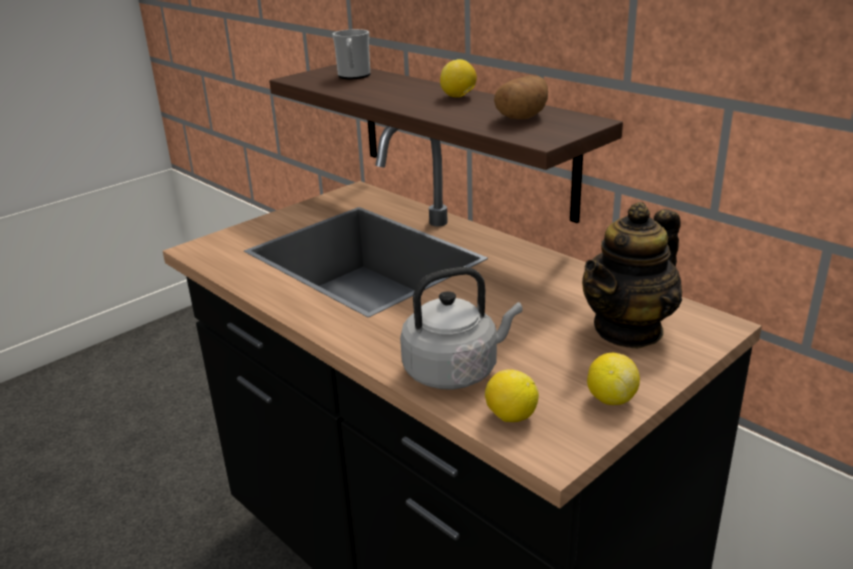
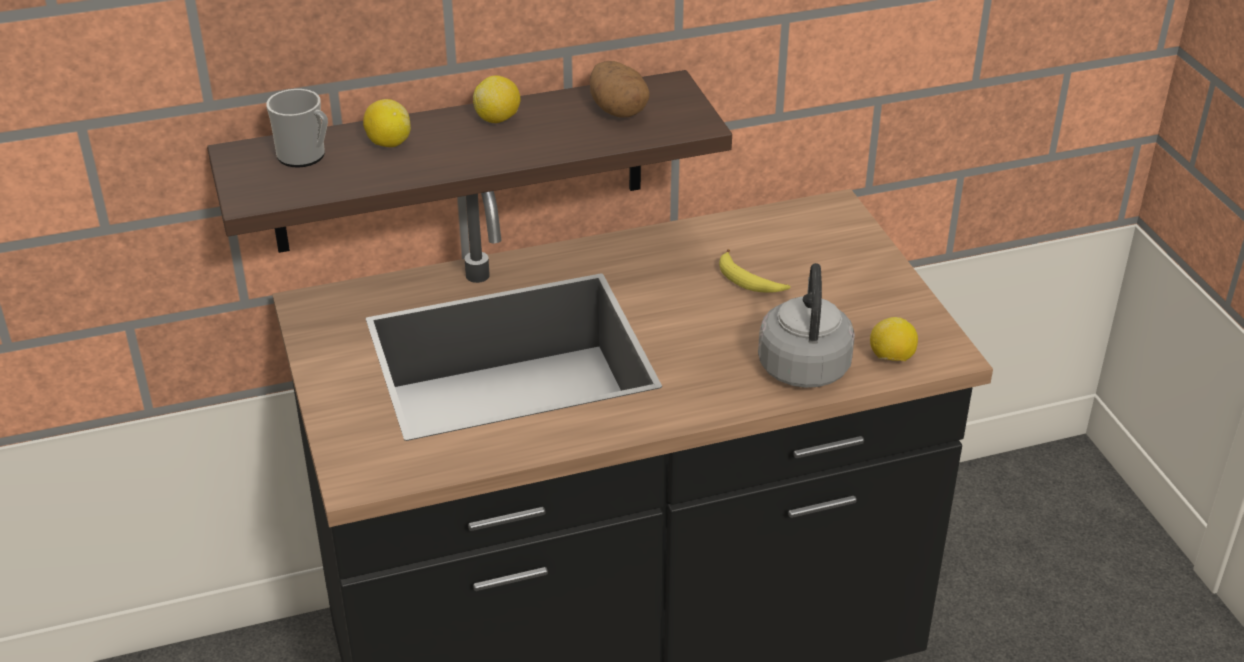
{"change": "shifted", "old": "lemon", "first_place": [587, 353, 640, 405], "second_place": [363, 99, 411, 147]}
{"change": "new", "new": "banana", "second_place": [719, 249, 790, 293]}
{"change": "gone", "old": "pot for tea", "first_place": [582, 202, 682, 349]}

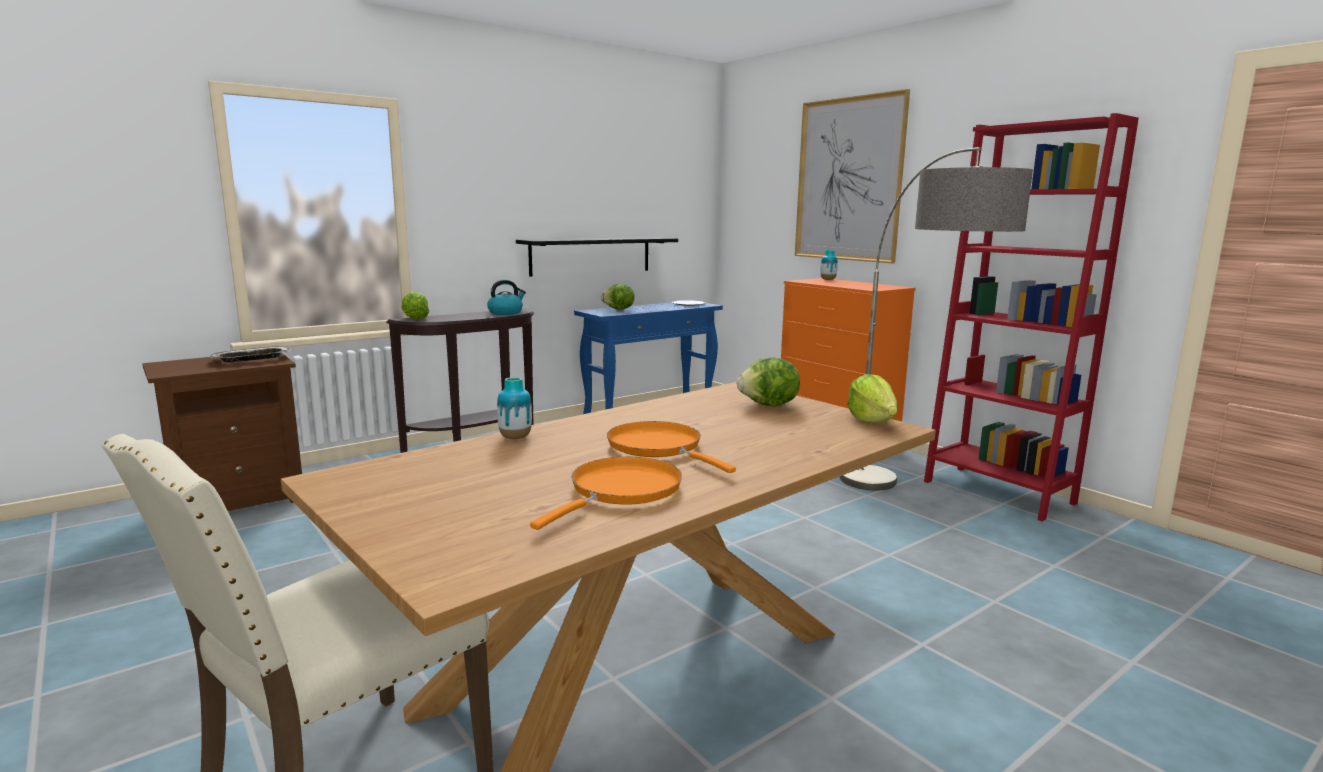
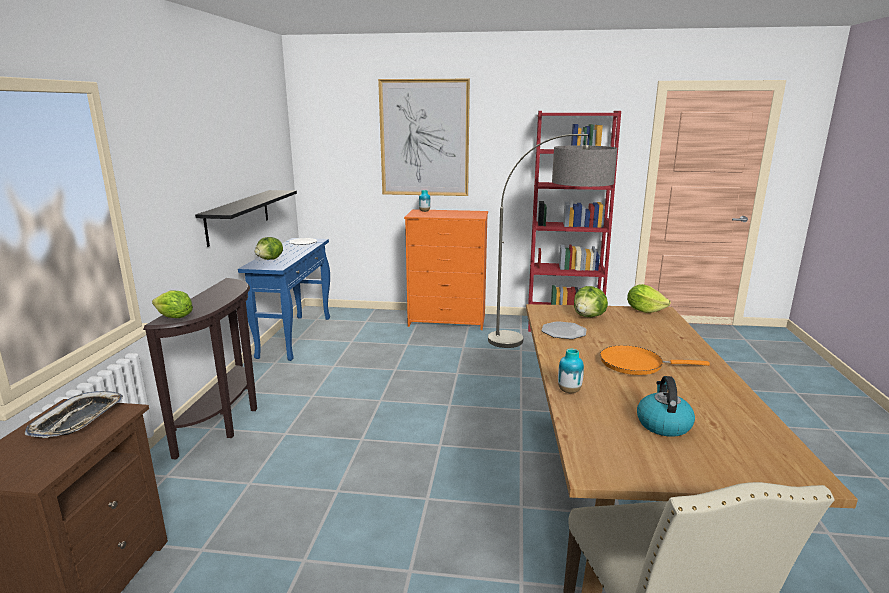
{"change": "new", "new": "dinner plate", "second_place": [542, 321, 586, 339]}
{"change": "shifted", "old": "tea kettle", "first_place": [487, 280, 526, 315], "second_place": [637, 376, 695, 437]}
{"change": "gone", "old": "pan/orange", "first_place": [530, 457, 682, 530]}

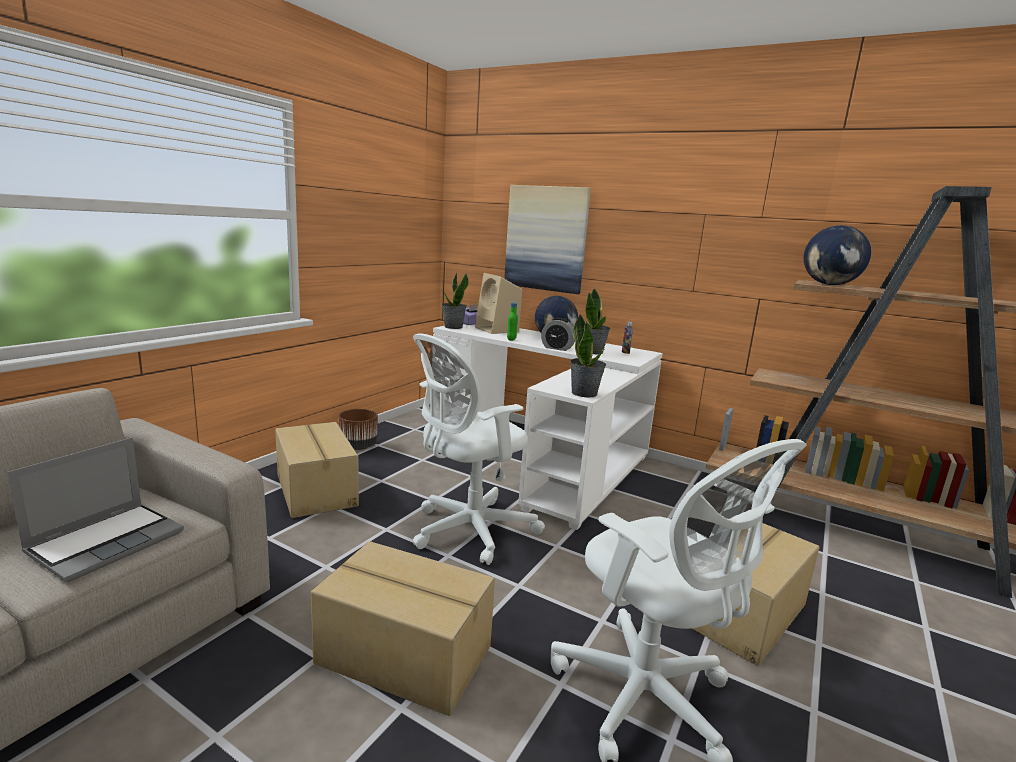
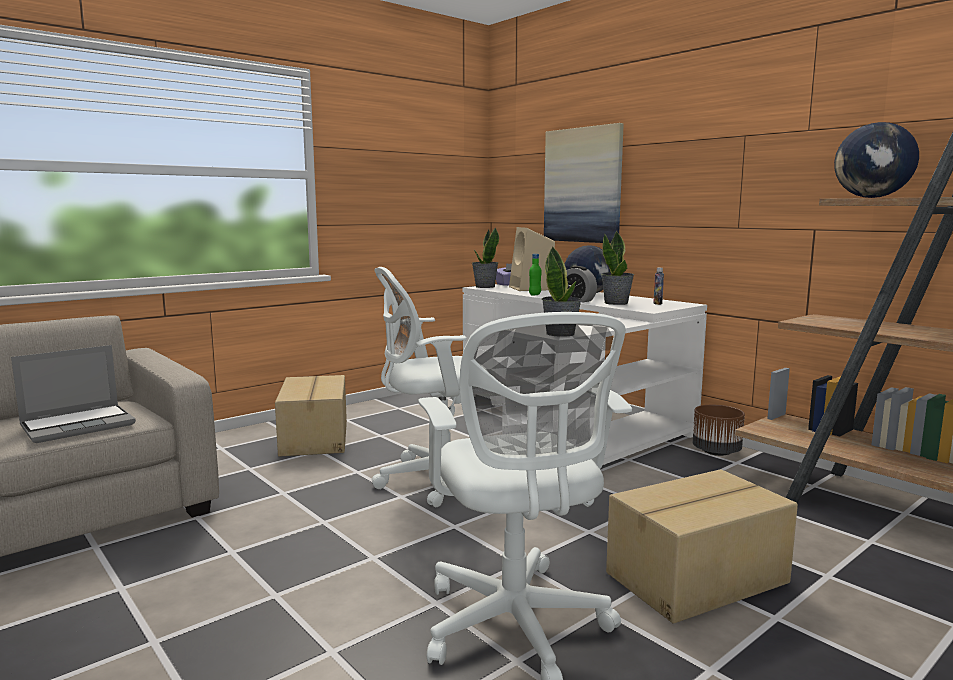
{"change": "shifted", "old": "plant pot/brown-coloured", "first_place": [339, 409, 378, 450], "second_place": [693, 405, 745, 456]}
{"change": "gone", "old": "carton", "first_place": [311, 541, 495, 716]}

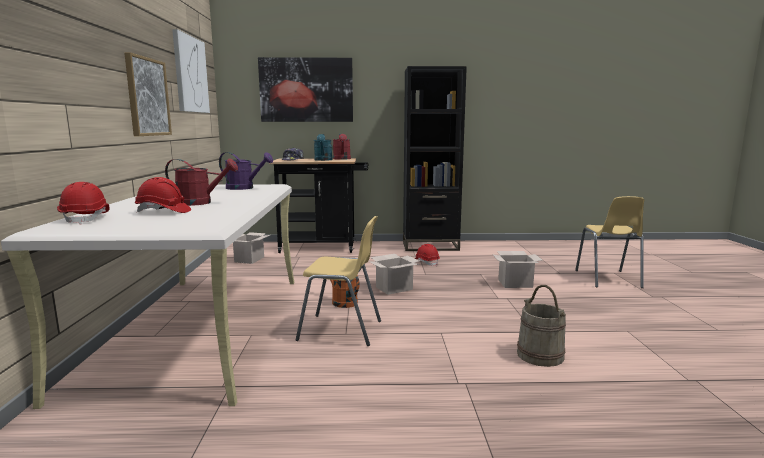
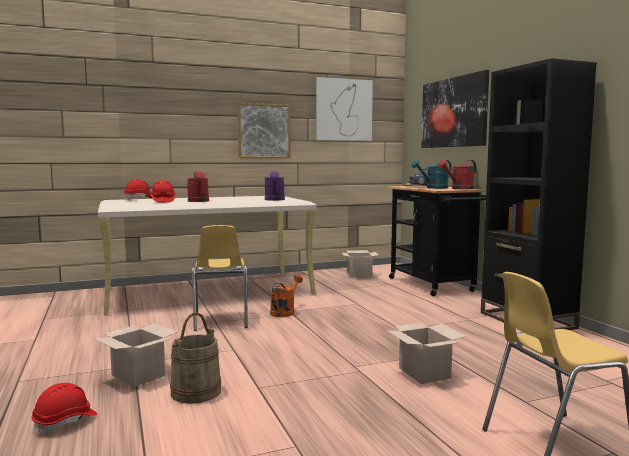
{"change": "shifted", "old": "safety helmet/reddish", "first_place": [415, 244, 440, 266], "second_place": [31, 383, 98, 436]}
{"change": "shifted", "old": "carton", "first_place": [370, 254, 419, 295], "second_place": [94, 324, 177, 387]}

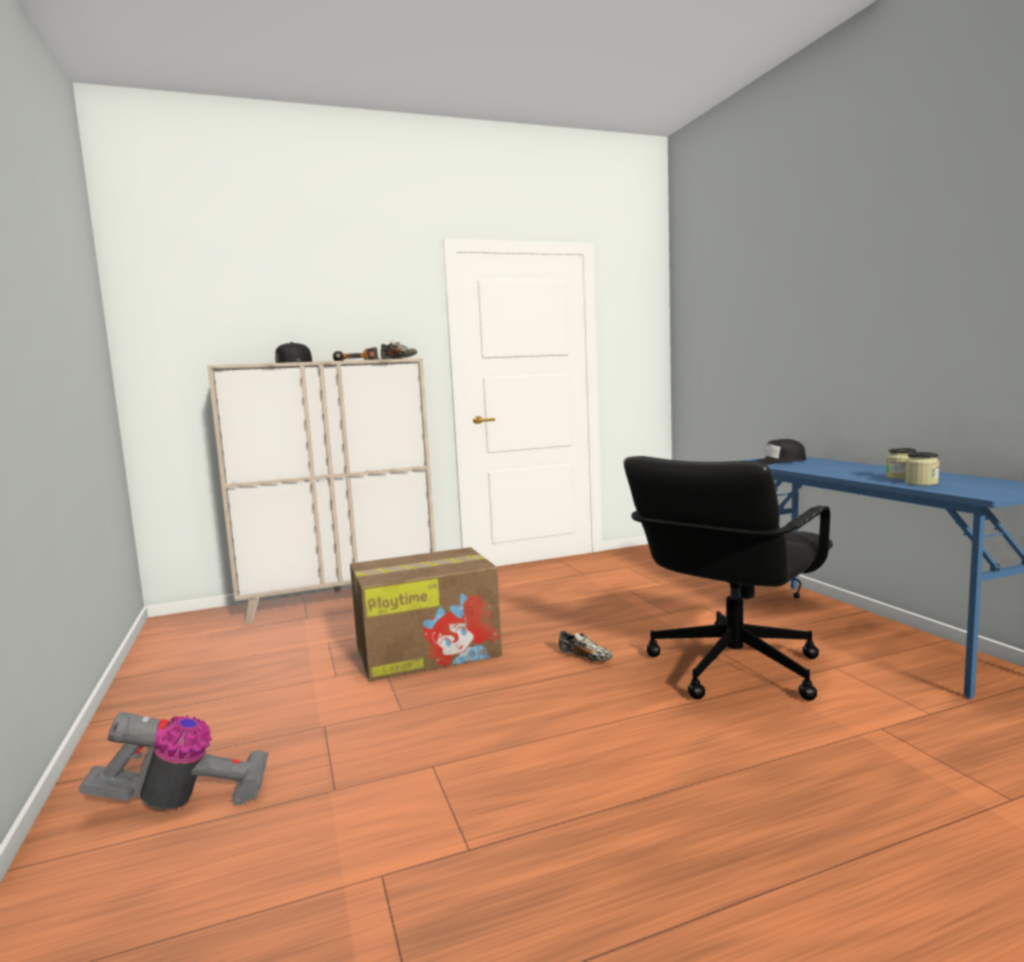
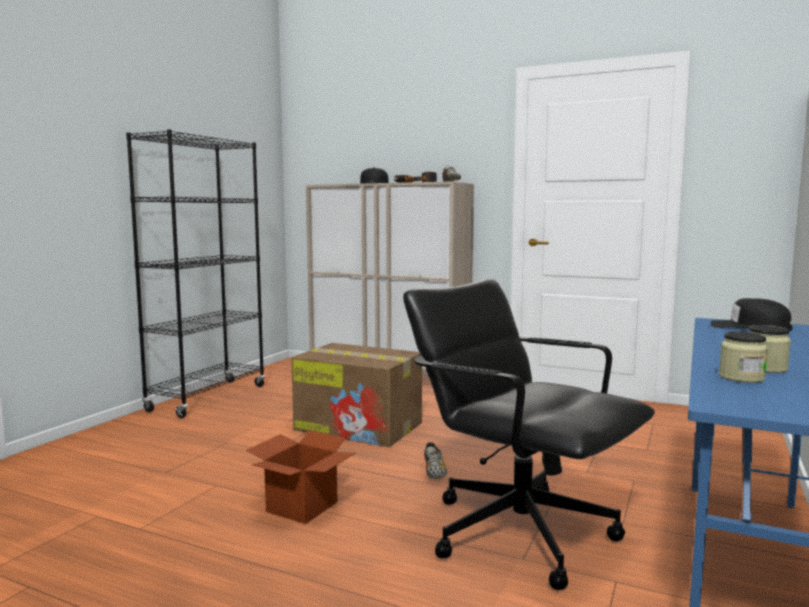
{"change": "new", "new": "bookshelf/blackish", "second_place": [126, 129, 265, 418]}
{"change": "new", "new": "carton", "second_place": [246, 430, 356, 524]}
{"change": "rotated", "old": "desk chair/blackish", "first_place": [623, 456, 833, 701], "second_place": [403, 279, 655, 590], "degrees": 45}
{"change": "gone", "old": "vacuum cleaner", "first_place": [78, 712, 268, 809]}

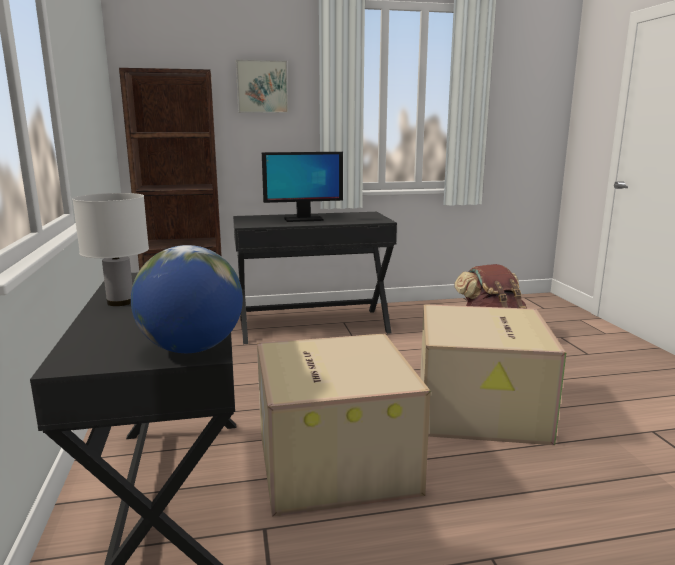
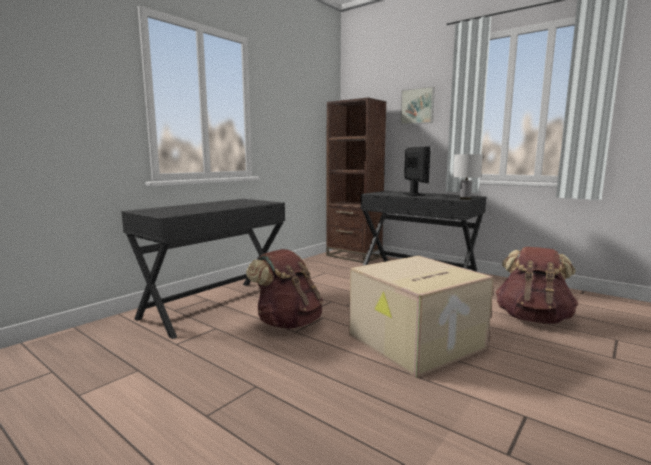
{"change": "swapped", "old": "carton", "new": "backpack/brown-coloured", "first_place": [257, 333, 431, 517], "second_place": [246, 249, 323, 329]}
{"change": "rotated", "old": "computer display", "first_place": [262, 152, 343, 222], "second_place": [403, 146, 431, 196], "degrees": -135}
{"change": "shifted", "old": "lamp for a table/white-coloured", "first_place": [72, 193, 149, 306], "second_place": [453, 154, 483, 200]}
{"change": "gone", "old": "world globe", "first_place": [131, 245, 243, 353]}

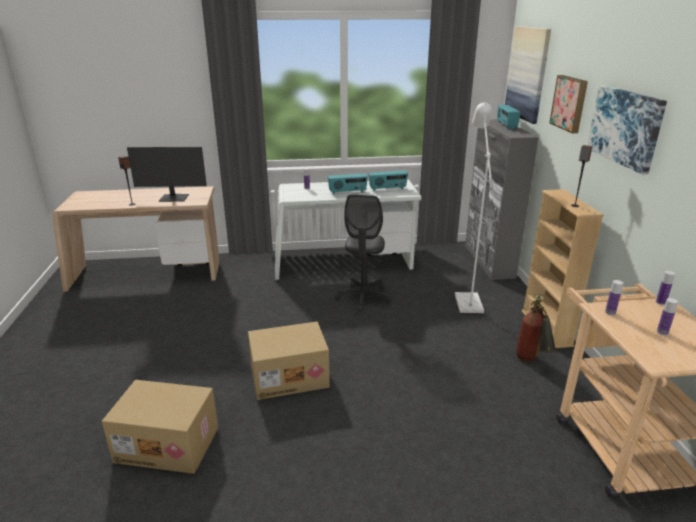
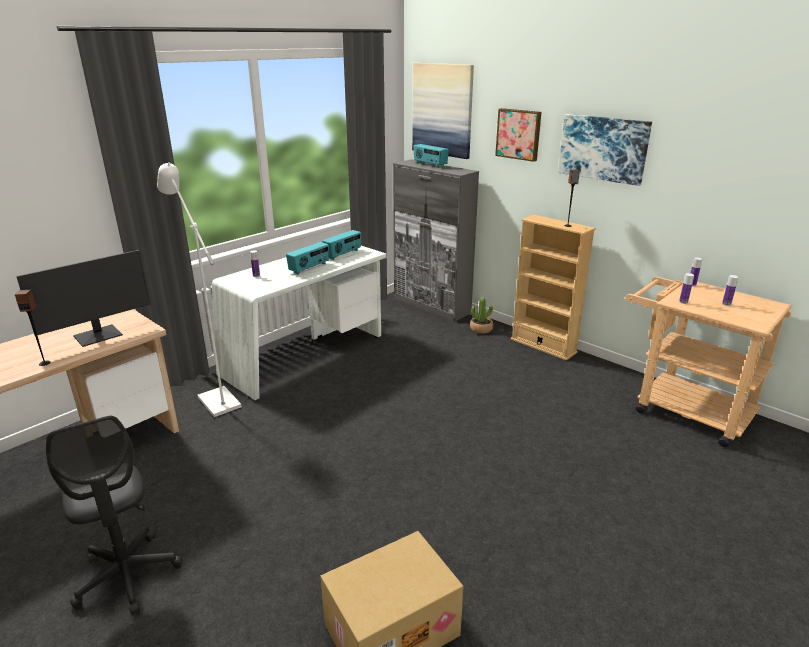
{"change": "shifted", "old": "desk chair/greyish", "first_place": [335, 195, 391, 312], "second_place": [46, 416, 182, 615]}
{"change": "shifted", "old": "floor lamp/white-coloured", "first_place": [455, 102, 493, 313], "second_place": [157, 162, 242, 417]}
{"change": "new", "new": "potted plant", "second_place": [470, 297, 493, 334]}
{"change": "gone", "old": "carton", "first_place": [248, 321, 330, 400]}
{"change": "gone", "old": "extinguisher", "first_place": [516, 295, 556, 362]}

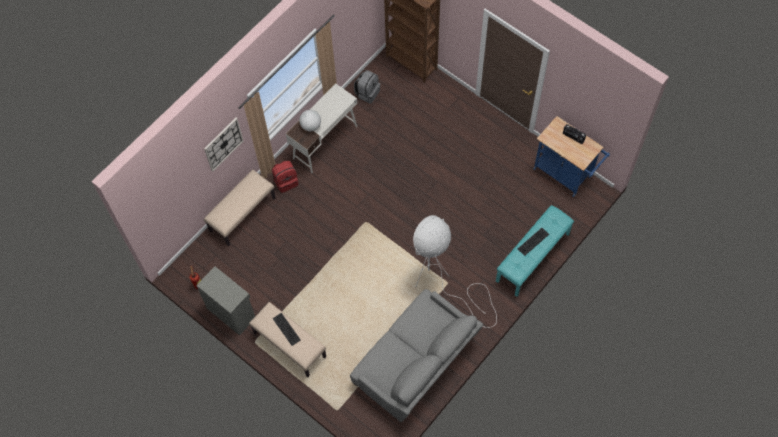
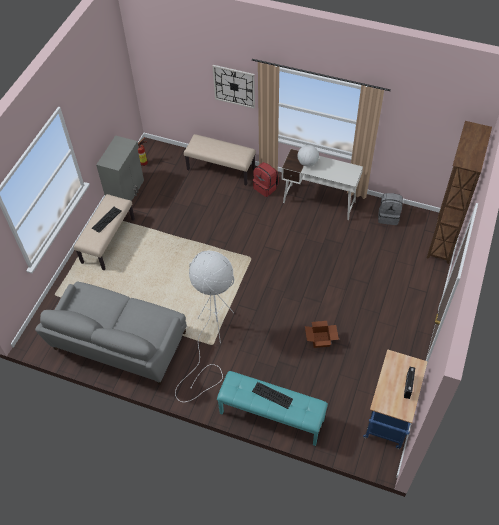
{"change": "new", "new": "carton", "second_place": [305, 321, 339, 348]}

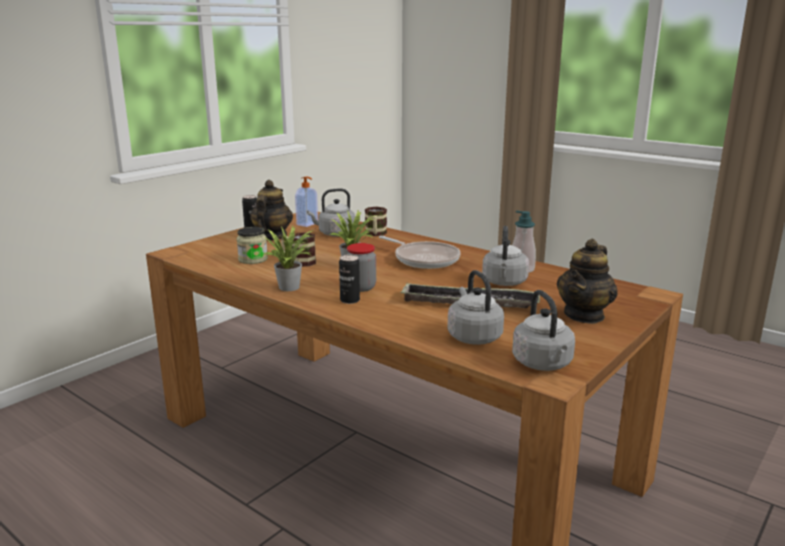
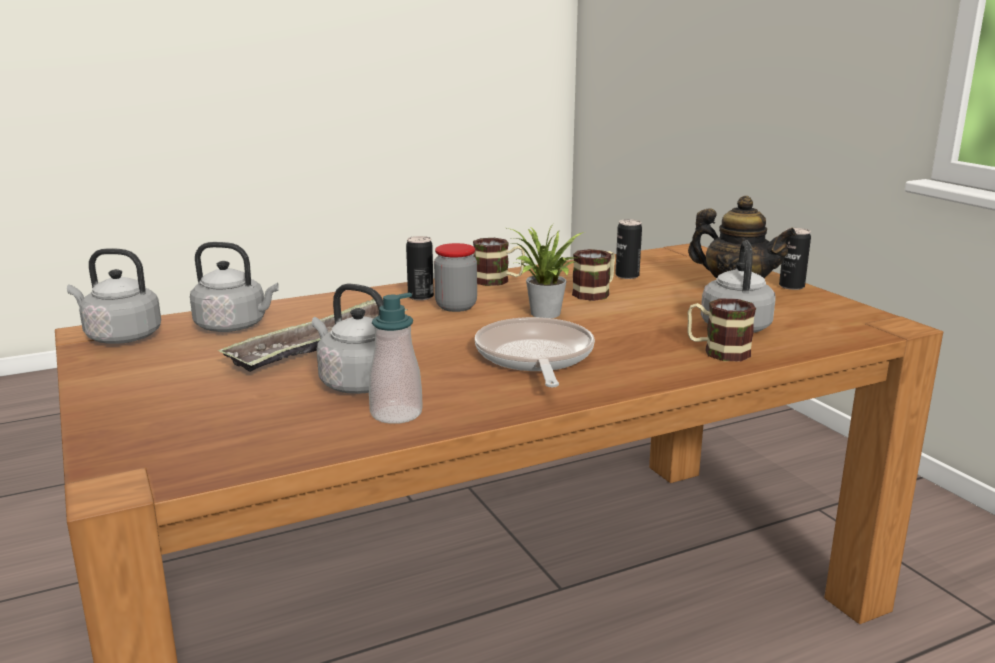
{"change": "swapped", "old": "potted plant", "new": "coffee mug", "first_place": [263, 225, 314, 291], "second_place": [473, 238, 525, 286]}
{"change": "rotated", "old": "pan", "first_place": [379, 236, 461, 269], "second_place": [475, 317, 595, 387], "degrees": 105}
{"change": "swapped", "old": "preserve jar", "new": "sealed can", "first_place": [237, 227, 268, 264], "second_place": [615, 219, 642, 279]}
{"change": "gone", "old": "soap bottle", "first_place": [295, 176, 318, 227]}
{"change": "gone", "old": "pot for tea", "first_place": [557, 239, 618, 324]}

